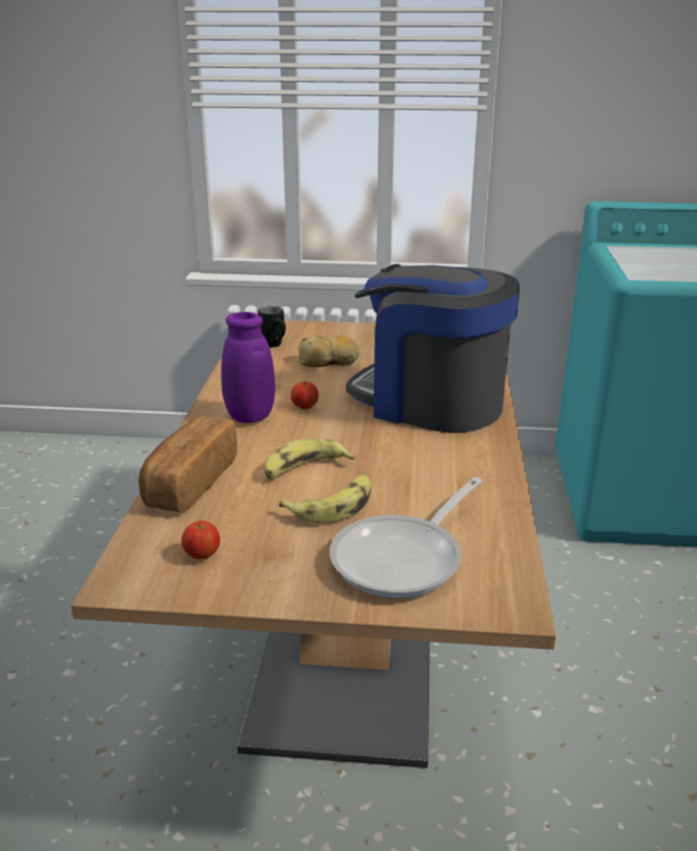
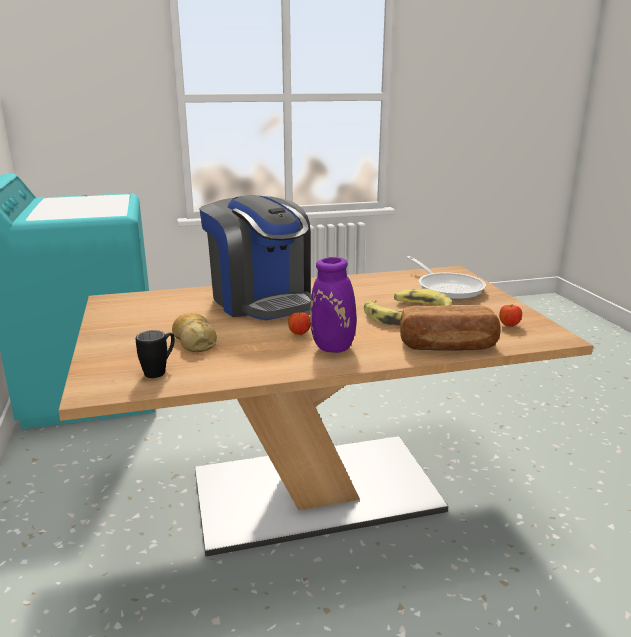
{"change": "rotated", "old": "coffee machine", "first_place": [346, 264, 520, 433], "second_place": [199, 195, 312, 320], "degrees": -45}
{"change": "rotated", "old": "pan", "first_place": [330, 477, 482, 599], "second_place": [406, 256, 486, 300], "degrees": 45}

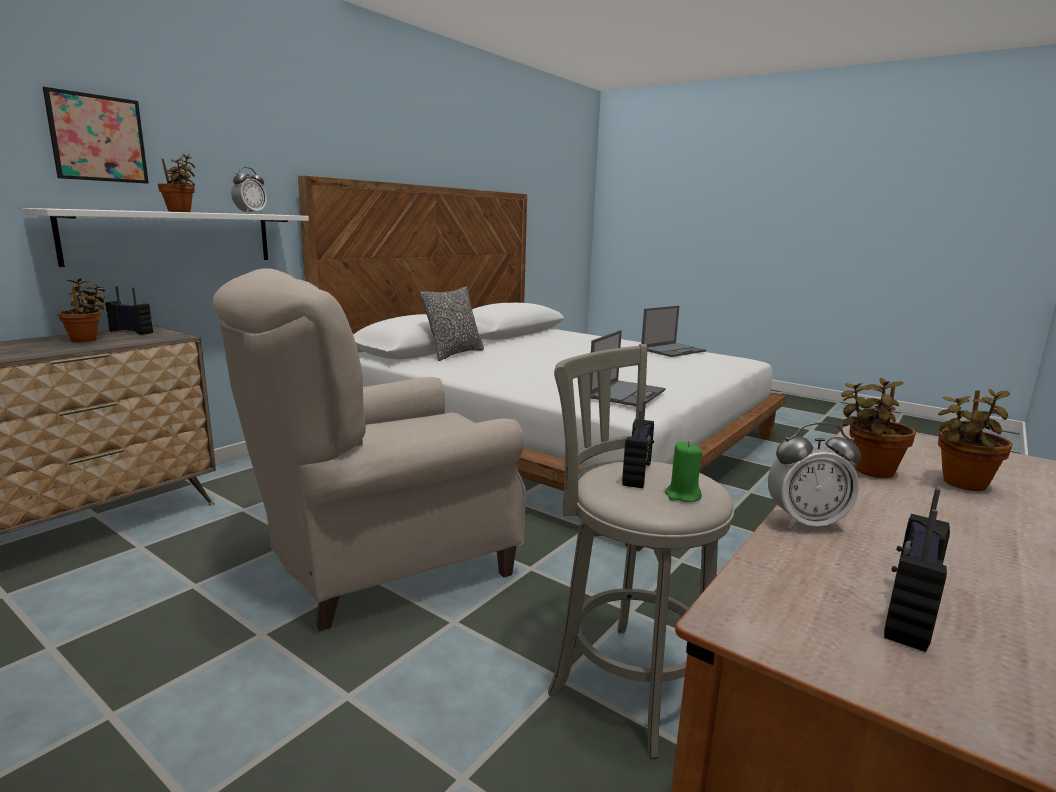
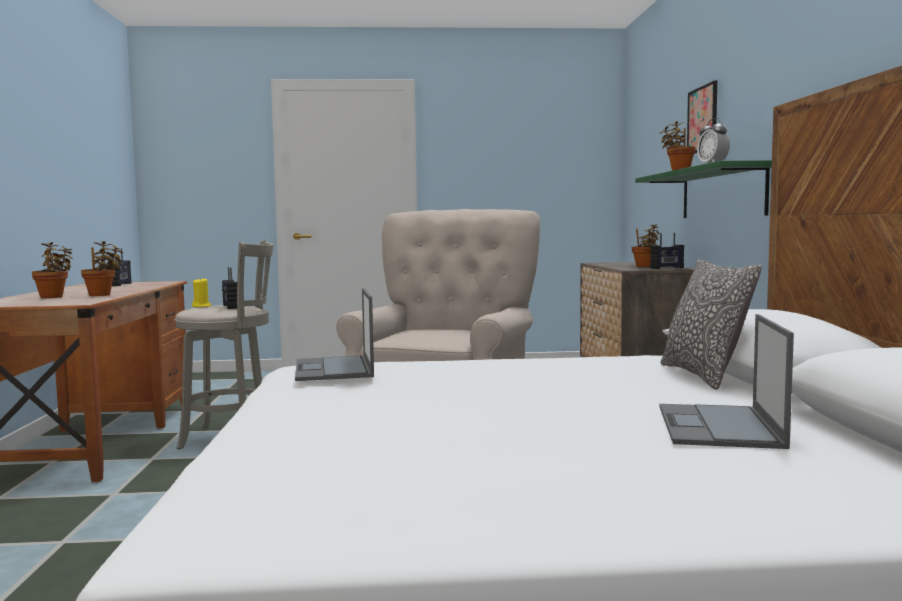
{"change": "repainted", "old": "candle/green", "new": "candle/yellow-coloured", "first_place": [665, 441, 702, 502], "second_place": [192, 277, 211, 307]}
{"change": "repainted", "old": "bracket shelf/white-coloured", "new": "bracket shelf/green", "first_place": [23, 208, 309, 267], "second_place": [635, 160, 772, 218]}
{"change": "shifted", "old": "notebook computer", "first_place": [641, 306, 706, 357], "second_place": [660, 314, 794, 449]}
{"change": "gone", "old": "table clock", "first_place": [768, 422, 861, 530]}

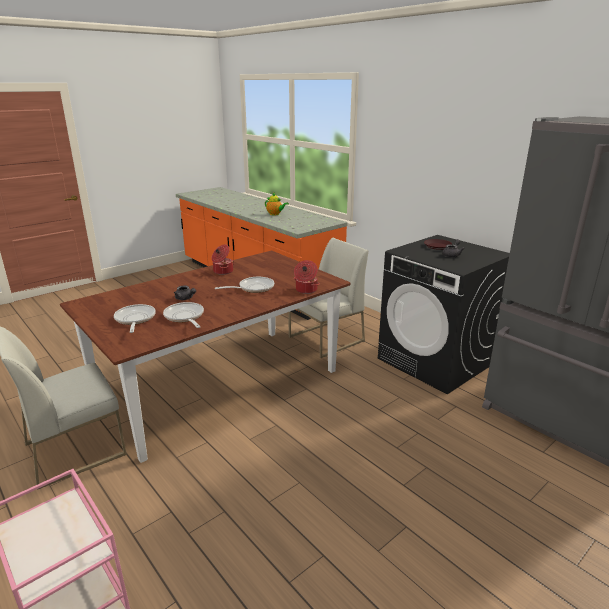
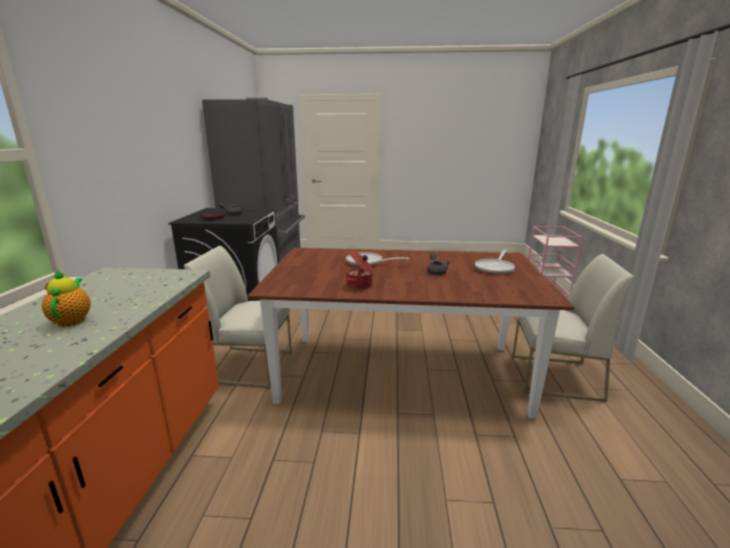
{"change": "gone", "old": "pan", "first_place": [163, 302, 204, 328]}
{"change": "gone", "old": "saucepot", "first_place": [294, 260, 320, 294]}

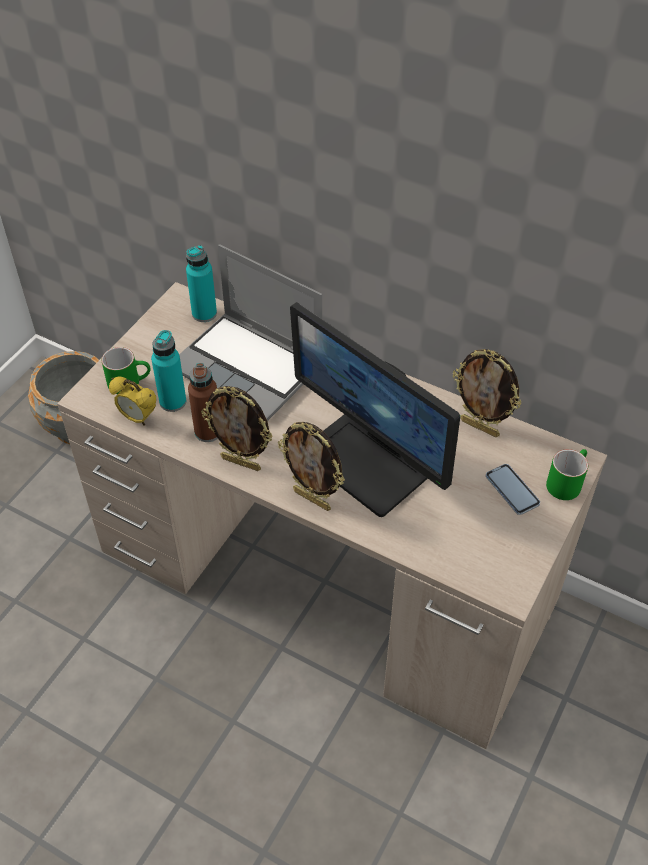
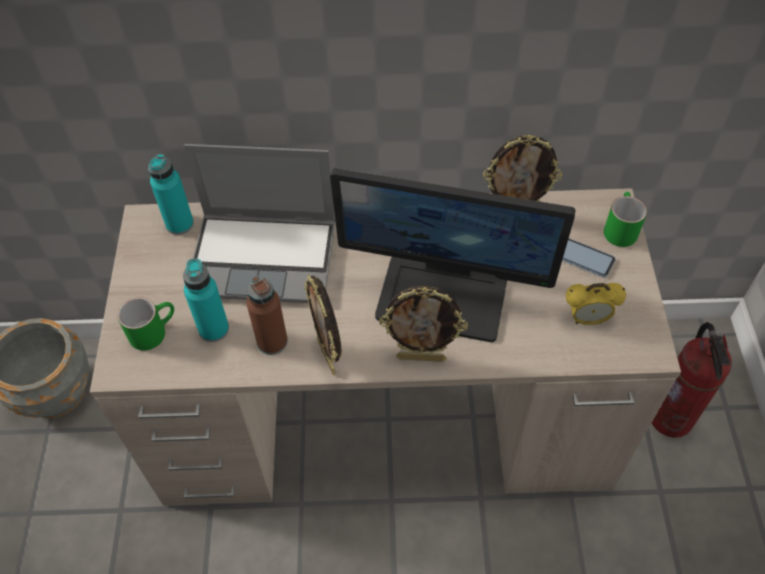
{"change": "rotated", "old": "standing frame", "first_place": [201, 386, 273, 471], "second_place": [304, 275, 342, 375], "degrees": 75}
{"change": "shifted", "old": "table clock", "first_place": [109, 377, 156, 426], "second_place": [565, 283, 626, 325]}
{"change": "new", "new": "extinguisher", "second_place": [652, 322, 732, 438]}

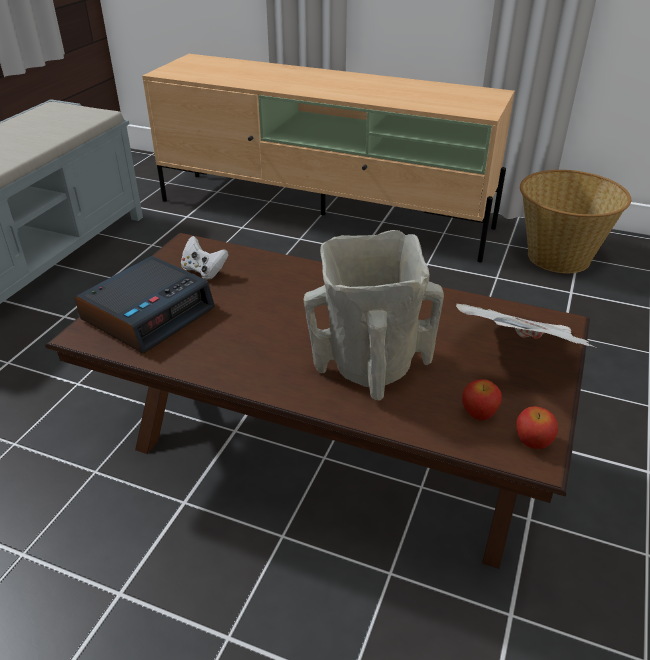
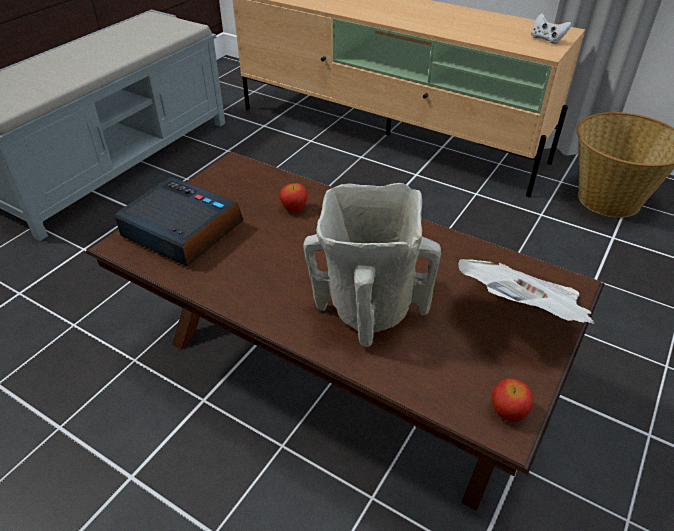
{"change": "rotated", "old": "table clock", "first_place": [75, 256, 215, 353], "second_place": [115, 177, 243, 266], "degrees": -105}
{"change": "shifted", "old": "apple fruit", "first_place": [462, 379, 502, 420], "second_place": [280, 183, 308, 212]}
{"change": "shifted", "old": "joypad/white-coloured", "first_place": [181, 236, 229, 280], "second_place": [531, 14, 572, 44]}

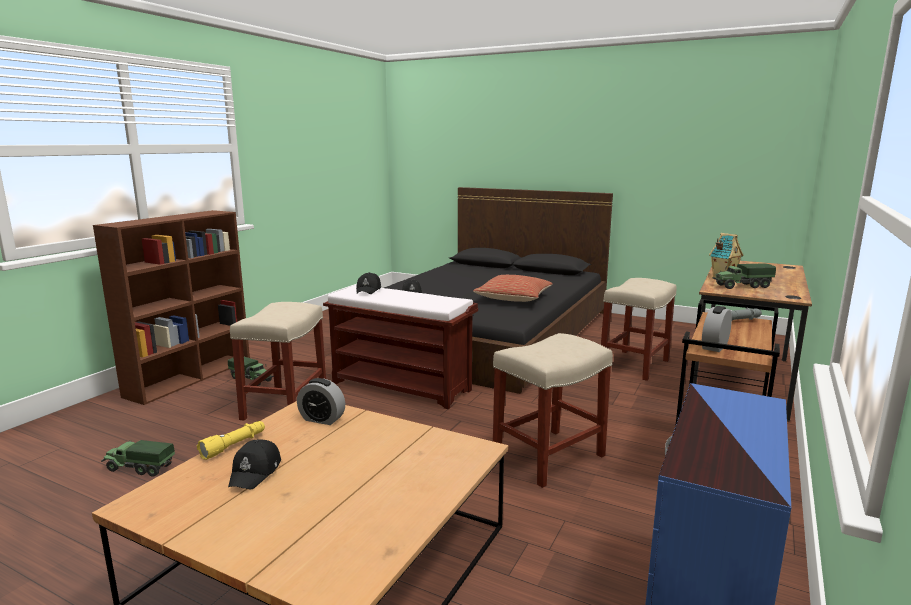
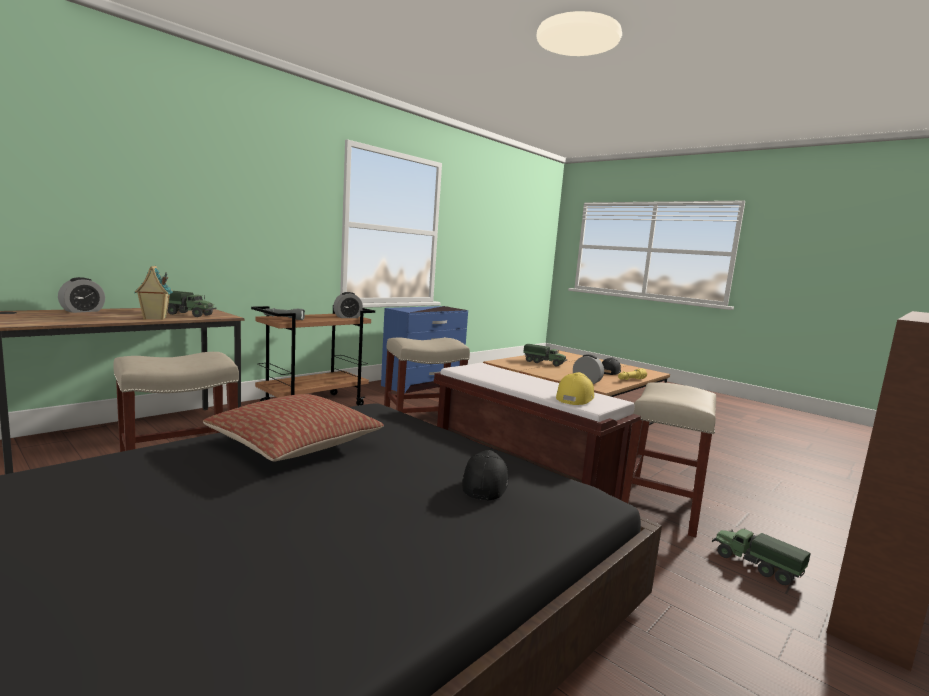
{"change": "new", "new": "table clock", "second_place": [58, 277, 105, 313]}
{"change": "shifted", "old": "model truck", "first_place": [101, 440, 175, 477], "second_place": [524, 344, 568, 367]}
{"change": "repainted", "old": "cap/blackish", "new": "cap/yellow-coloured", "first_place": [356, 272, 381, 294], "second_place": [556, 372, 594, 405]}

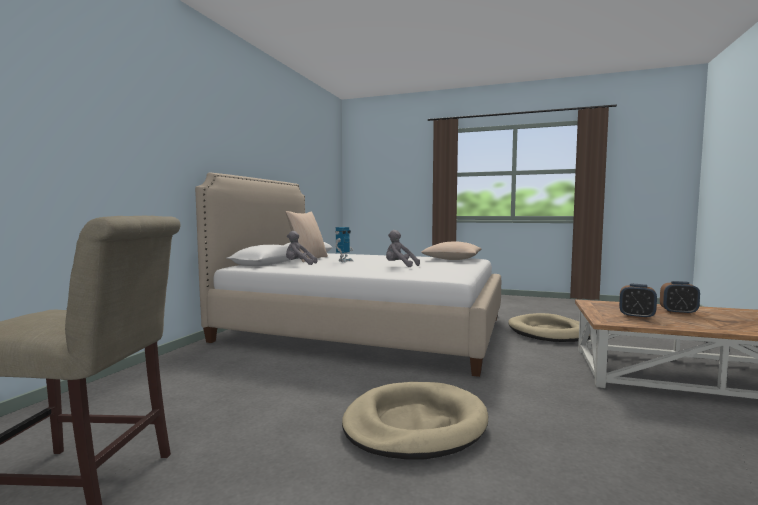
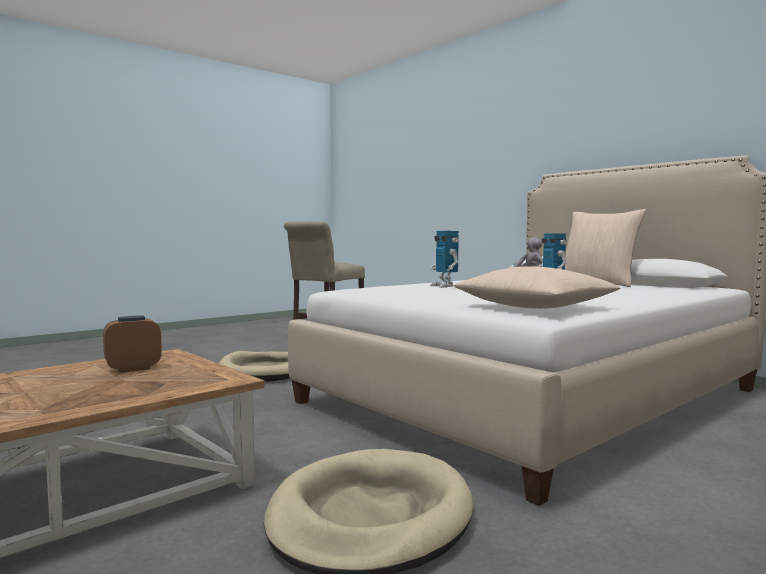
{"change": "swapped", "old": "plush toy/greyish", "new": "model robot", "first_place": [386, 230, 420, 267], "second_place": [430, 231, 459, 288]}
{"change": "gone", "old": "table clock", "first_place": [660, 281, 700, 315]}

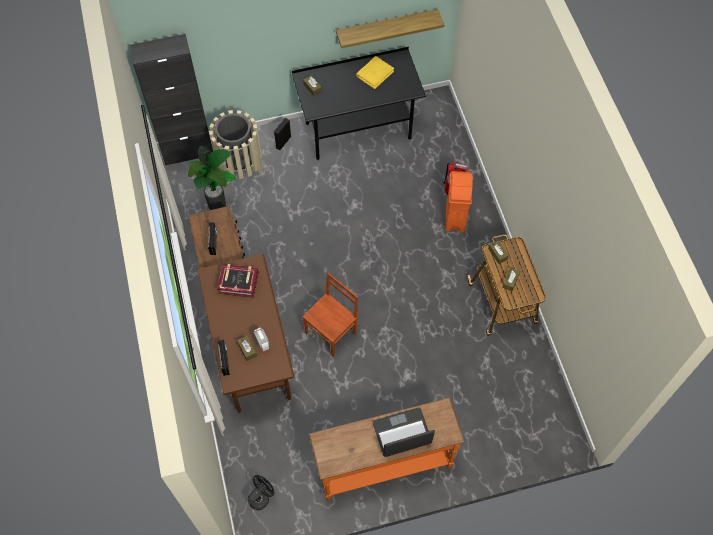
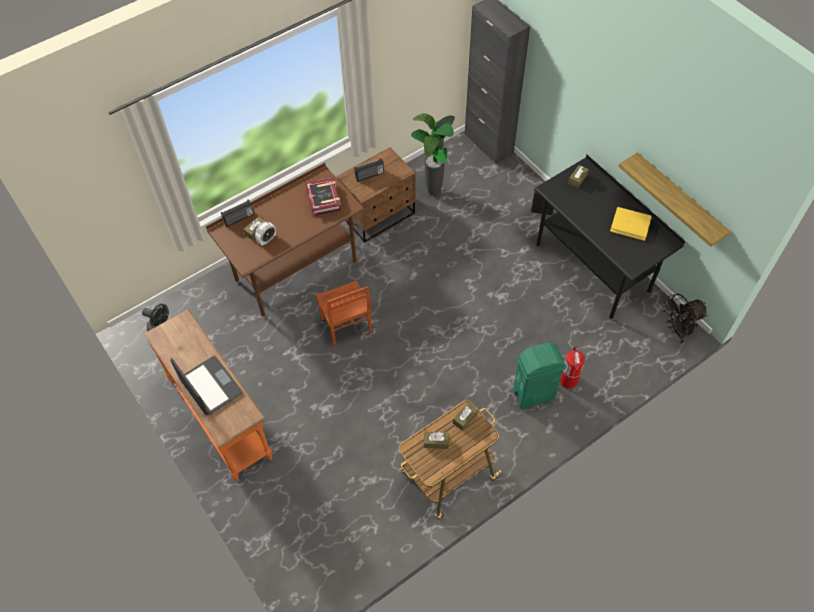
{"change": "rotated", "old": "upright chair/brown-coloured", "first_place": [302, 273, 358, 357], "second_place": [316, 281, 372, 347], "degrees": 45}
{"change": "repainted", "old": "waste bin/orange", "new": "waste bin/green", "first_place": [445, 171, 473, 232], "second_place": [513, 343, 566, 409]}
{"change": "new", "new": "cooling fan/blackish", "second_place": [663, 293, 708, 344]}
{"change": "gone", "old": "waste bin/sand-coloured", "first_place": [209, 110, 263, 184]}

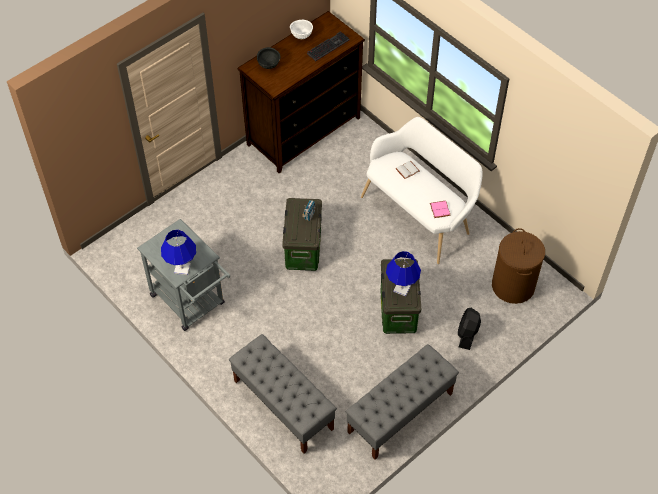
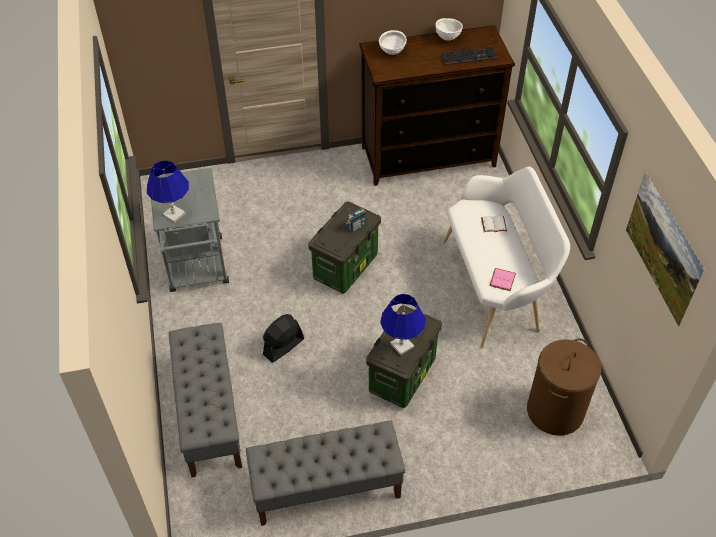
{"change": "shifted", "old": "cooling fan/blackish", "first_place": [458, 308, 481, 350], "second_place": [263, 314, 304, 363]}
{"change": "repainted", "old": "deep dish/blackish", "new": "deep dish/white-coloured", "first_place": [257, 47, 280, 69], "second_place": [379, 30, 407, 55]}
{"change": "new", "new": "picture", "second_place": [626, 171, 705, 326]}

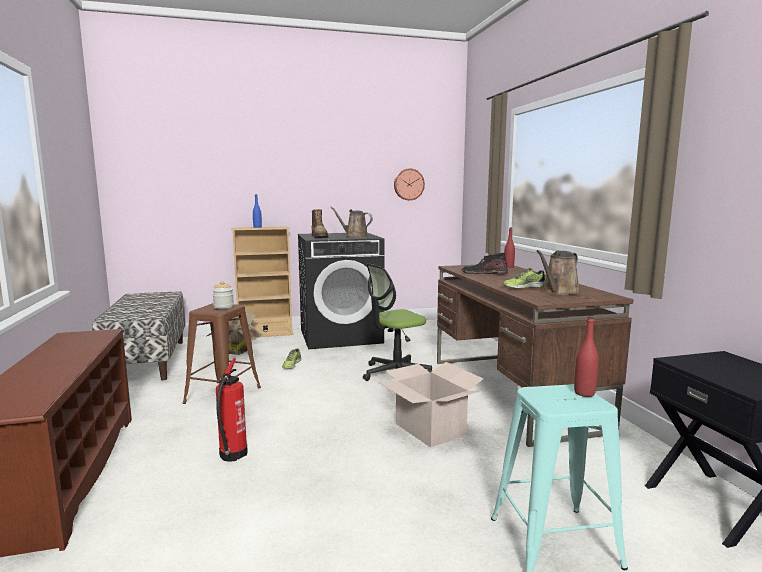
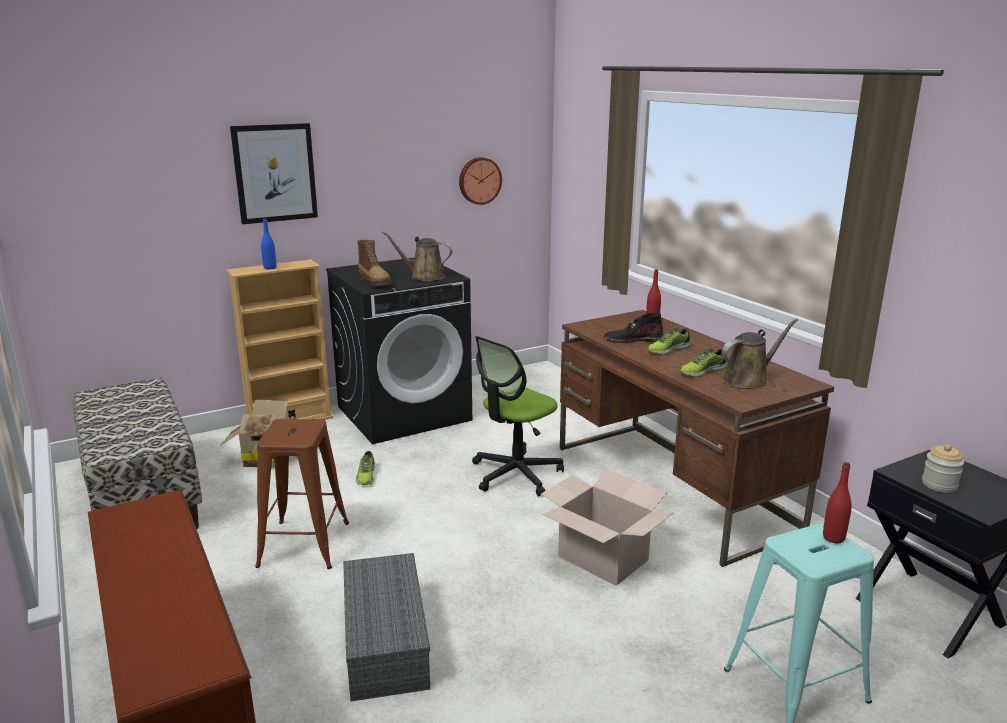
{"change": "new", "new": "picture", "second_place": [230, 123, 318, 224]}
{"change": "swapped", "old": "extinguisher", "new": "storage box/greyish", "first_place": [216, 358, 248, 462], "second_place": [343, 553, 430, 701]}
{"change": "new", "new": "item of footwear", "second_place": [648, 327, 691, 355]}
{"change": "rotated", "old": "watering can/brown-coloured", "first_place": [536, 250, 581, 295], "second_place": [722, 318, 798, 389], "degrees": -150}
{"change": "shifted", "old": "preserve jar", "first_place": [212, 281, 234, 309], "second_place": [922, 445, 964, 493]}

